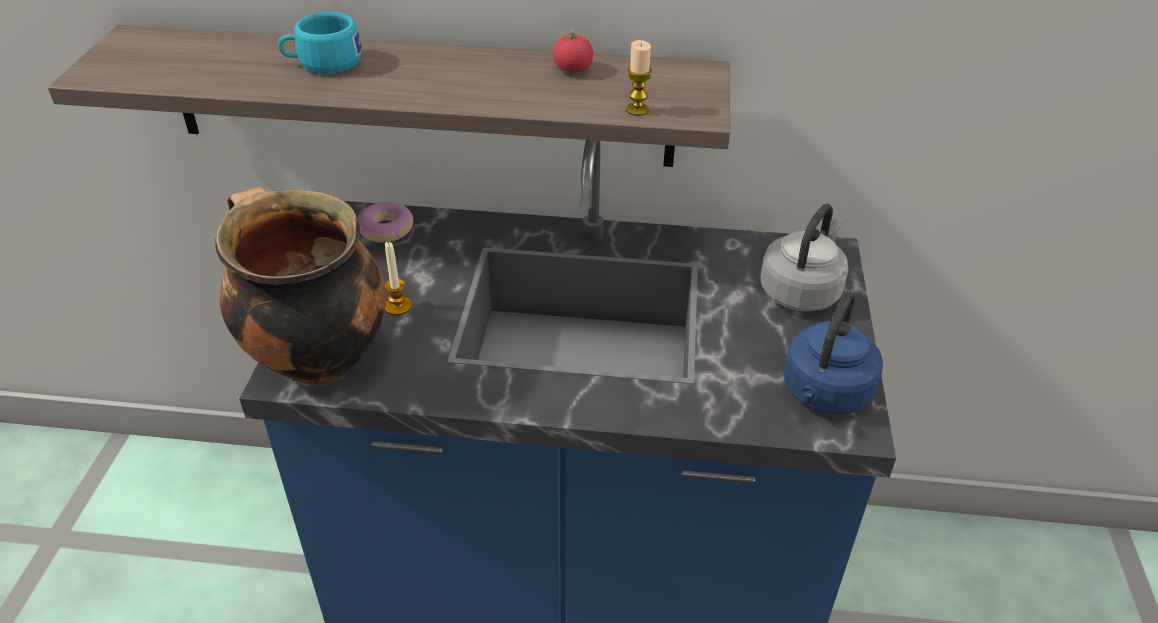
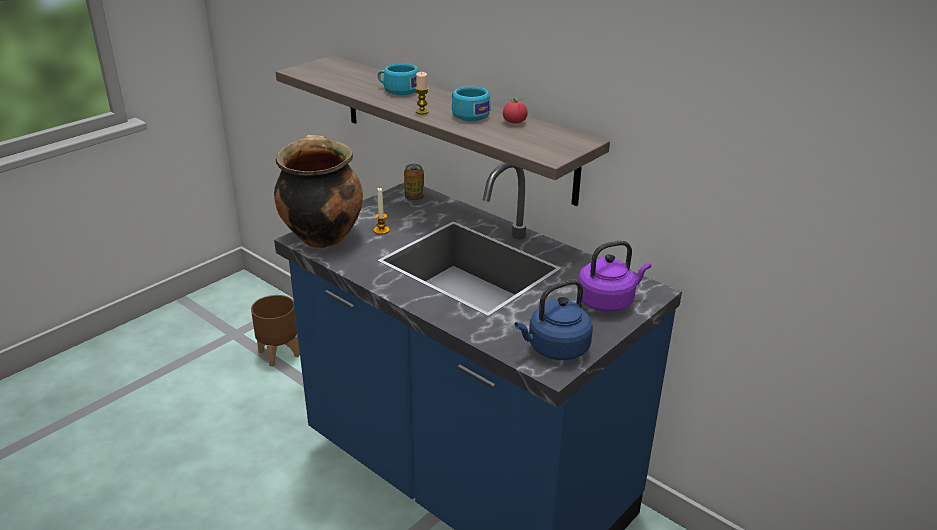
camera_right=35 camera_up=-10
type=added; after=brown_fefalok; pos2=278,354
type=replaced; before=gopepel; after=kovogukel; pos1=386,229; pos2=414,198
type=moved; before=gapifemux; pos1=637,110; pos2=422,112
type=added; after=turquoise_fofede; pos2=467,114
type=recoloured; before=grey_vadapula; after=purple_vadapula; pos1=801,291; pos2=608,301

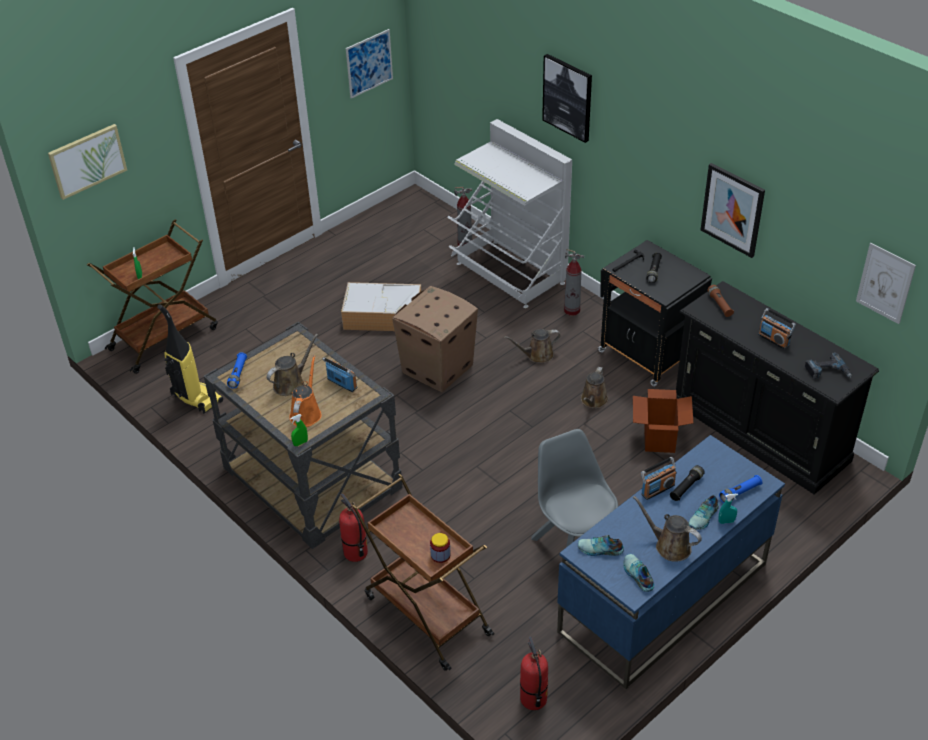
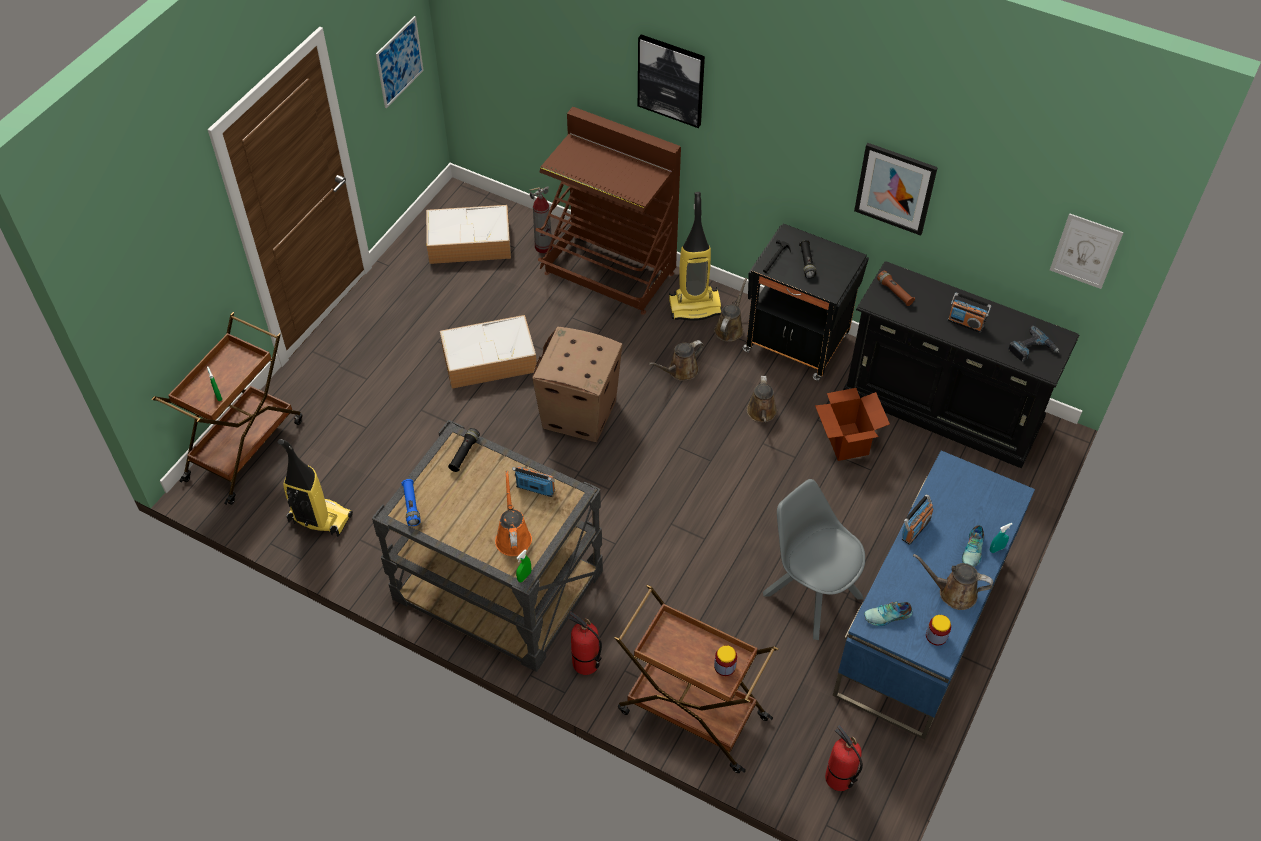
camera_right=-20 camera_up=10
type=added; after=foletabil; pos2=470,242
type=moved; before=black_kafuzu; pos1=686,487; pos2=464,454
type=recoloured; before=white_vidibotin; after=brown_vidibotin; pos1=507,275; pos2=606,276
type=replaced; before=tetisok; after=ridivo; pos1=572,310; pos2=695,306
type=moved; before=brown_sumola; pos1=291,383; pos2=730,328
type=replaced; before=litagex; after=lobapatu; pos1=637,575; pos2=936,636
type=removed; before=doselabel; pos1=87,160
type=removed; before=blue_kafuzu; pos1=740,493

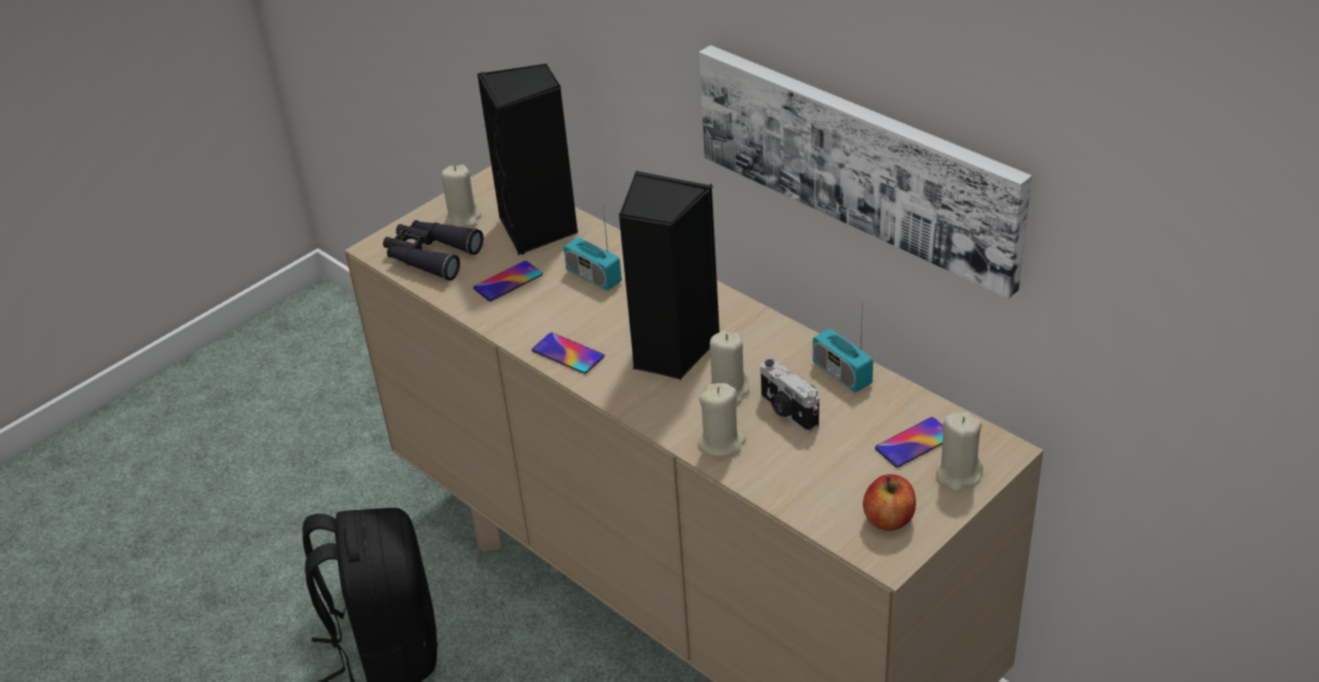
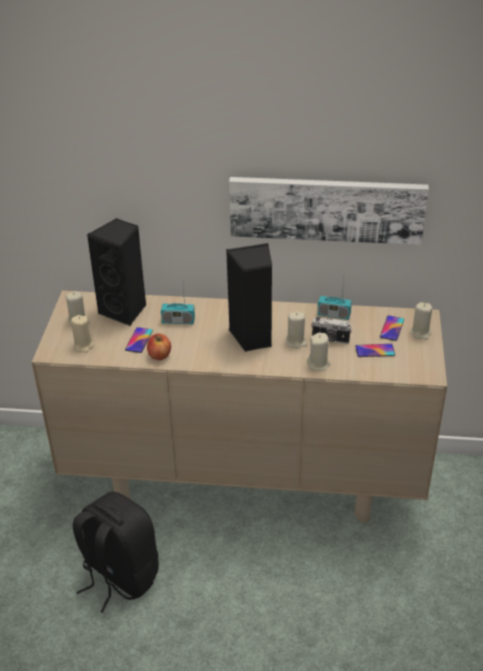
camera_right=-40 camera_up=0
type=replaced; before=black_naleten; after=beige_gapifemux; pos1=430,256; pos2=83,345
type=moved; before=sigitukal; pos1=889,519; pos2=159,355
type=moved; before=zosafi; pos1=568,354; pos2=375,351

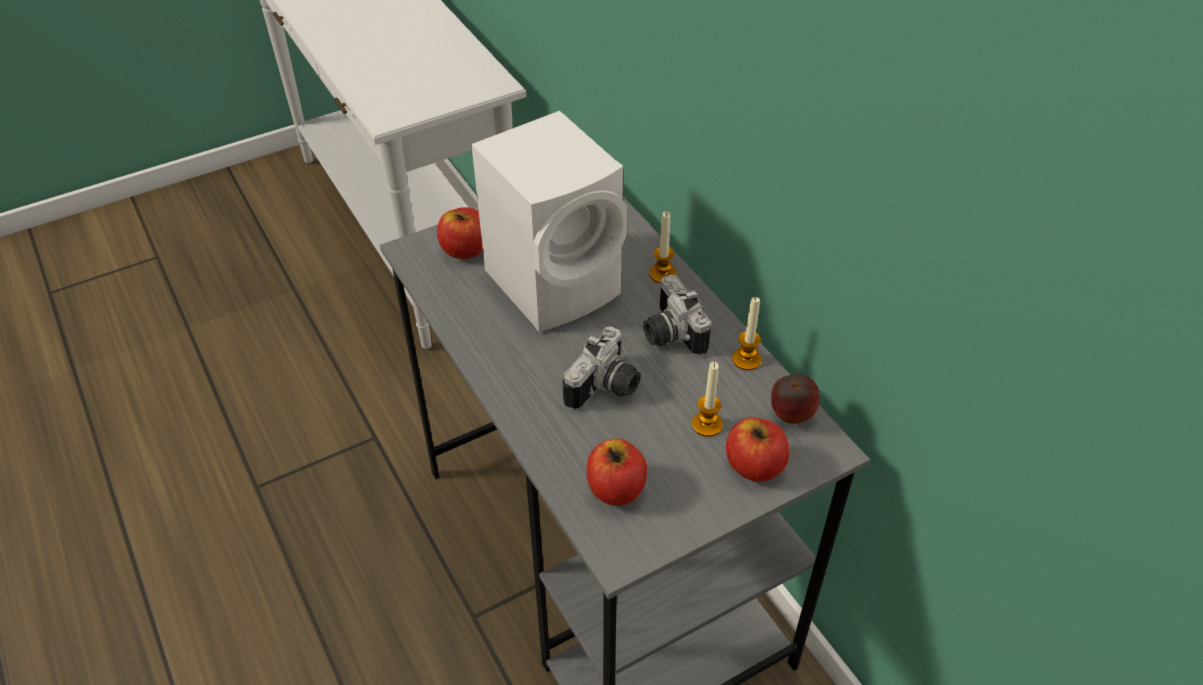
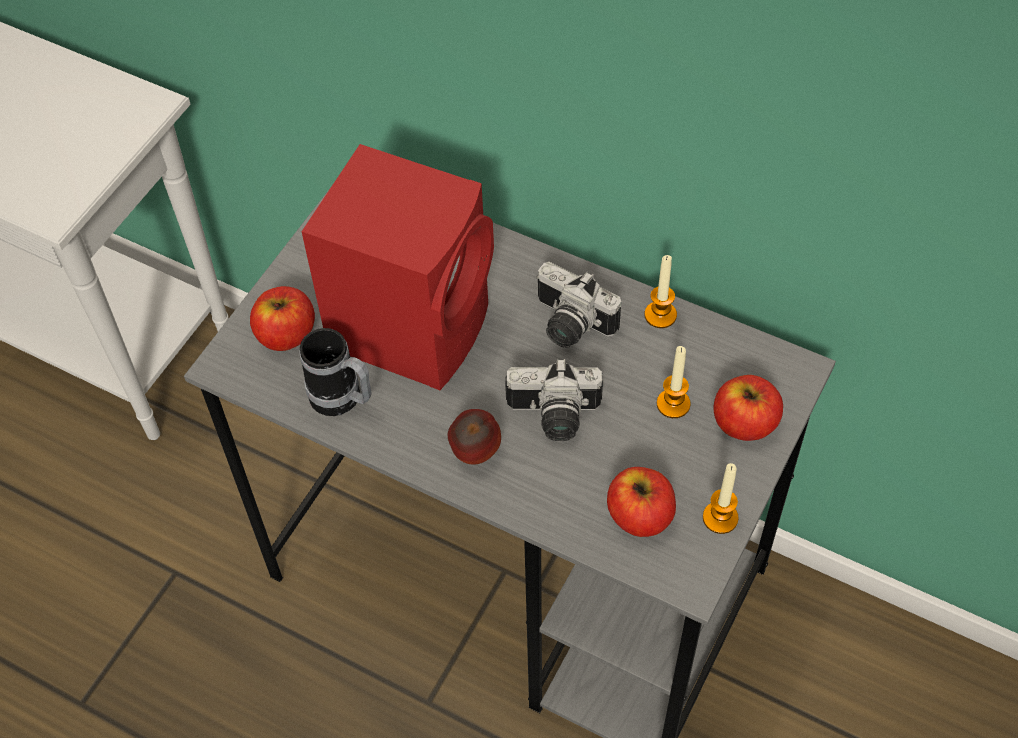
camera_right=-30 camera_up=10
type=added; after=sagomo; pos2=343,400
type=recoloured; before=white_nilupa; after=red_nilupa; pos1=557,282; pos2=413,323
type=moved; before=sigitukal; pos1=790,417; pos2=475,453
type=turned; before=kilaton; pos1=606,389; pos2=553,417; turn=90
type=moved; before=gapifemux; pos1=662,274; pos2=720,518

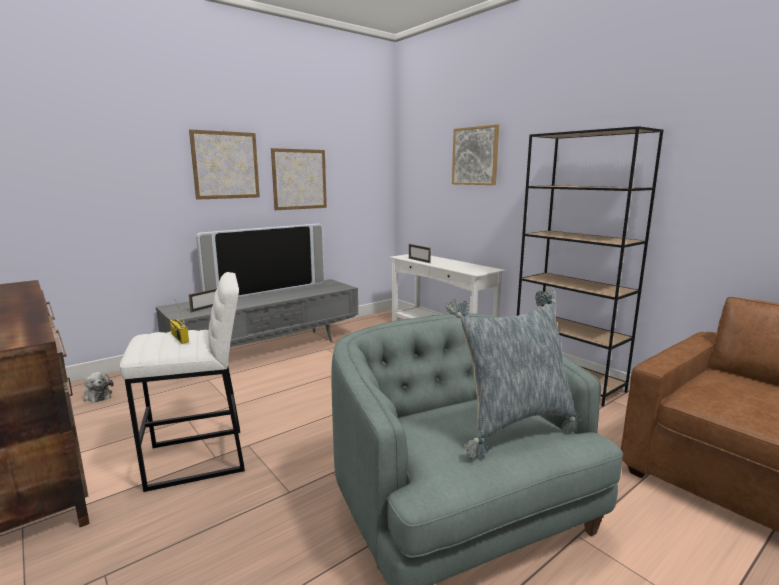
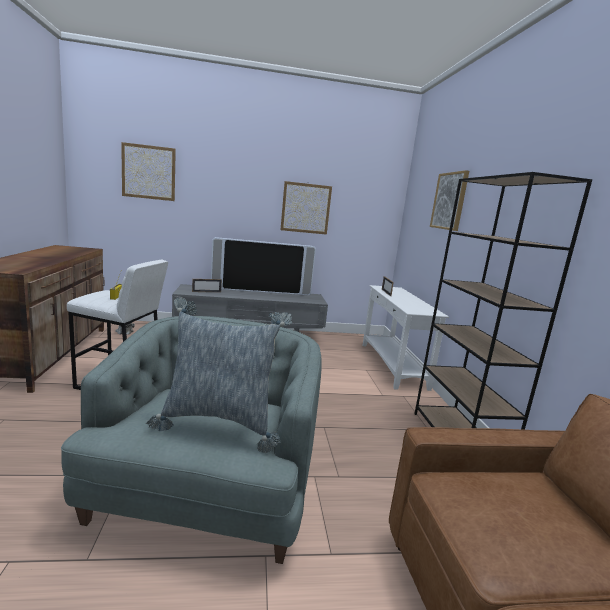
camera_right=30 camera_up=0
type=moved; before=doselabel; pos1=225,164; pos2=148,171

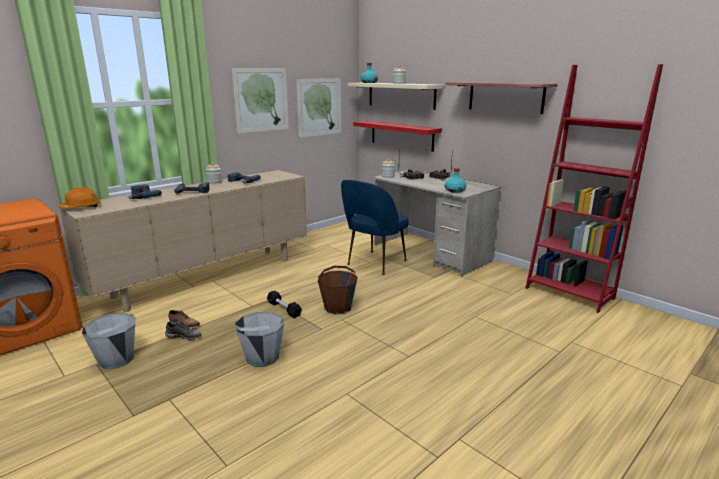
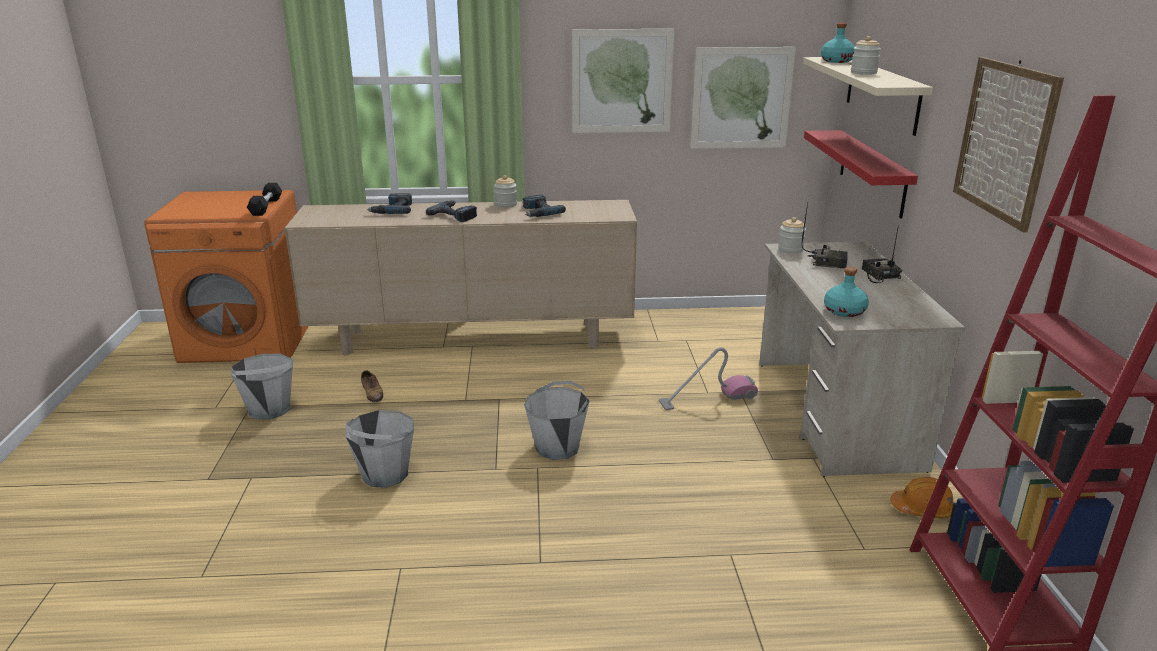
camera_right=40 camera_up=5
type=moved; before=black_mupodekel; pos1=284,309; pos2=266,206
type=recoloured; before=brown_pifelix; after=grey_pifelix; pos1=338,307; pos2=558,447
type=replaced; before=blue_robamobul; after=ridivo; pos1=374,264; pos2=708,399
type=moved; before=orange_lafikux; pos1=81,207; pos2=923,509
type=replaced; before=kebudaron; after=doselabel; pos1=505,97; pos2=1005,138
type=removed; before=grey_litagex; pos1=184,336

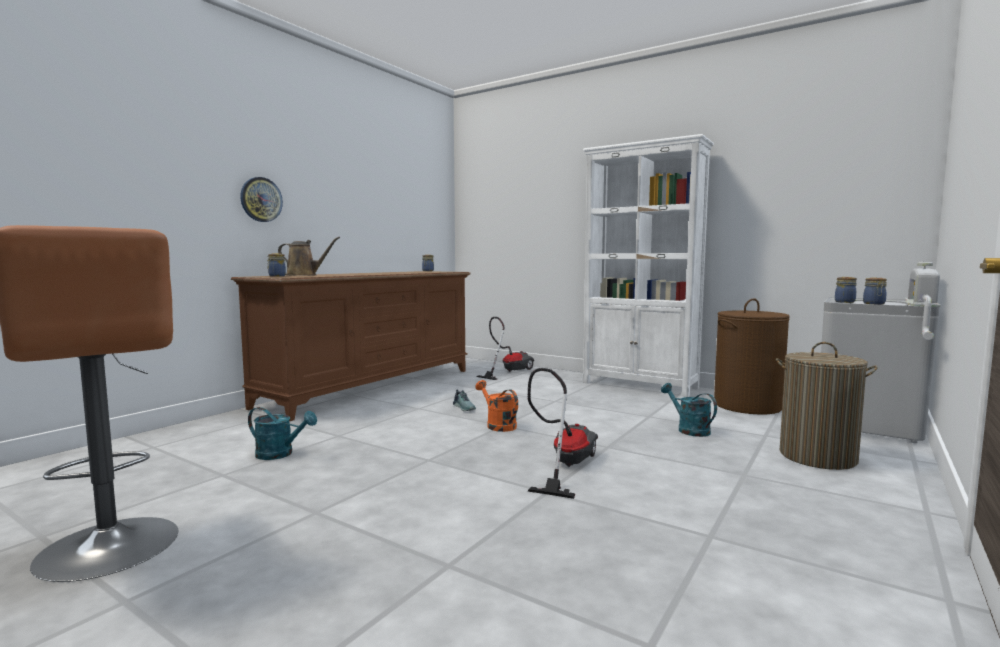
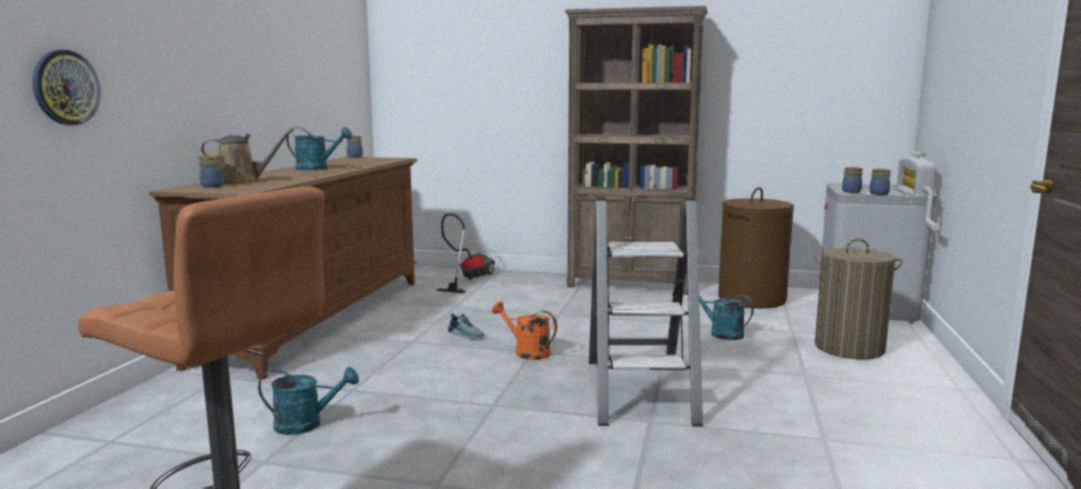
camera_right=-20 camera_up=5
type=moved; before=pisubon; pos1=261,199; pos2=65,87
type=added; after=turquoise_sumola; pos2=318,169
type=recoloured; before=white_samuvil; after=brown_samuvil; pos1=640,385; pos2=631,285
type=replaced; before=ridivo; after=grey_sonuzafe; pos1=564,465; pos2=639,389

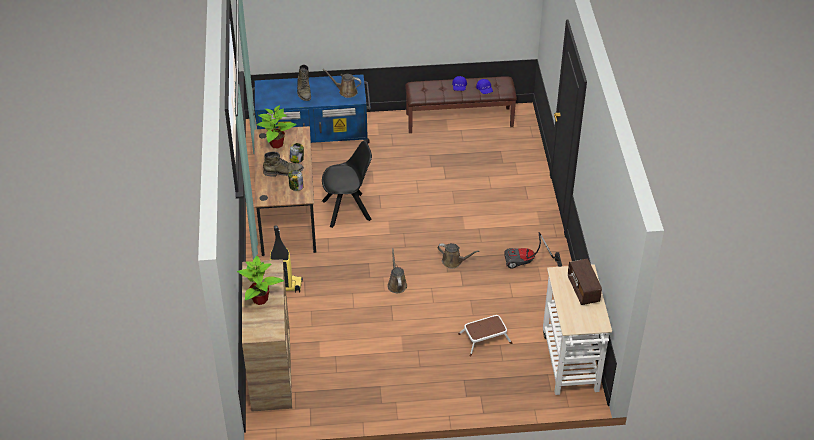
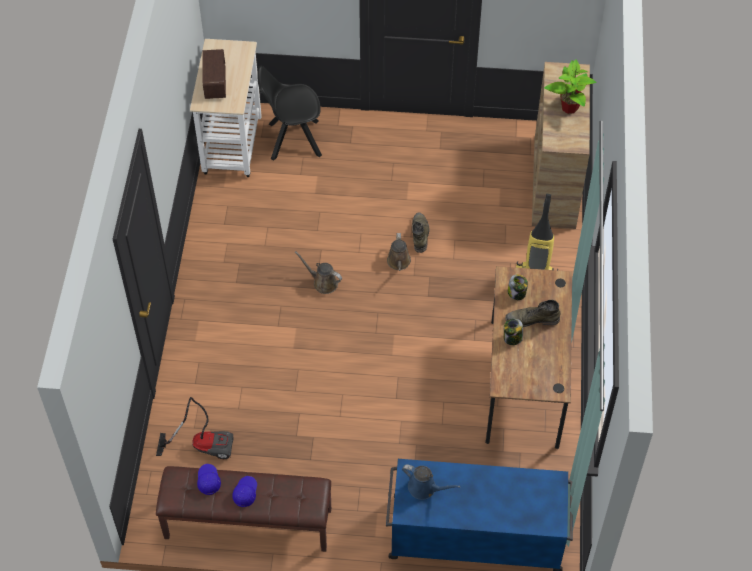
camera_right=-170 camera_up=10
type=moved; before=ridivo; pos1=527,263; pos2=203,445
type=moved; before=black_robamobul; pos1=348,210; pos2=292,140
type=recoloured; before=brown_sumola; after=blue_sumola; pos1=346,91; pos2=425,488
type=moved; before=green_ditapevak; pos1=304,91; pos2=420,234
type=removed; before=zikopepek; pos1=276,144
type=removed; before=brown_sonuzafe; pos1=484,338

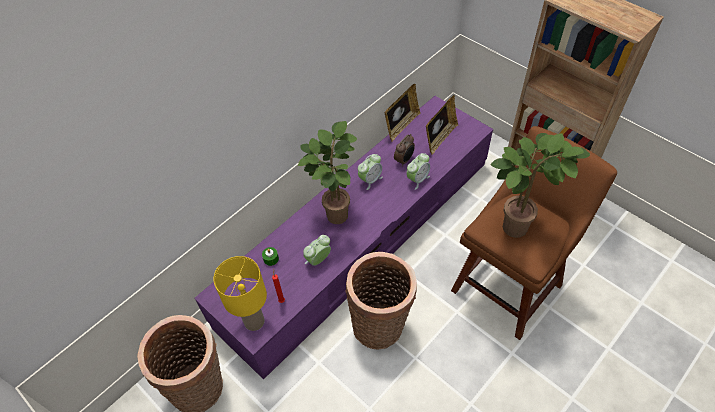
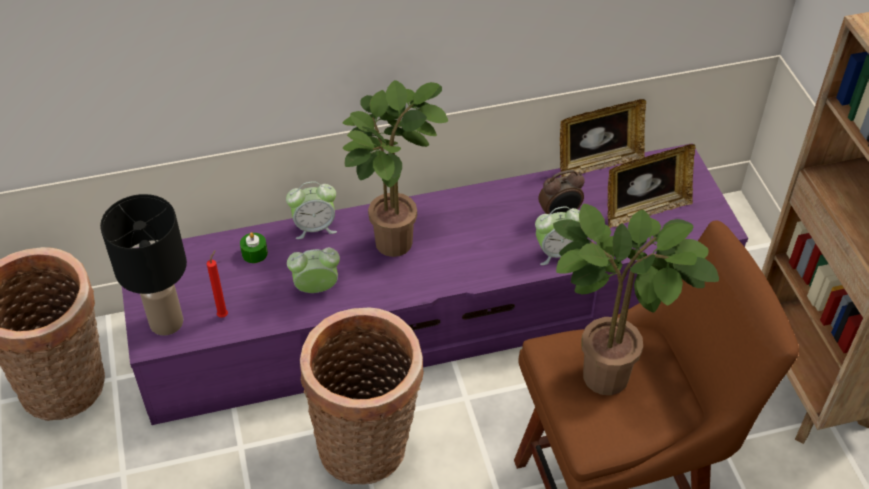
camera_right=30 camera_up=-5
type=recoloured; before=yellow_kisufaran; after=black_kisufaran; pos1=254,321; pos2=166,321
type=moved; before=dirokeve; pos1=370,180; pos2=314,227

